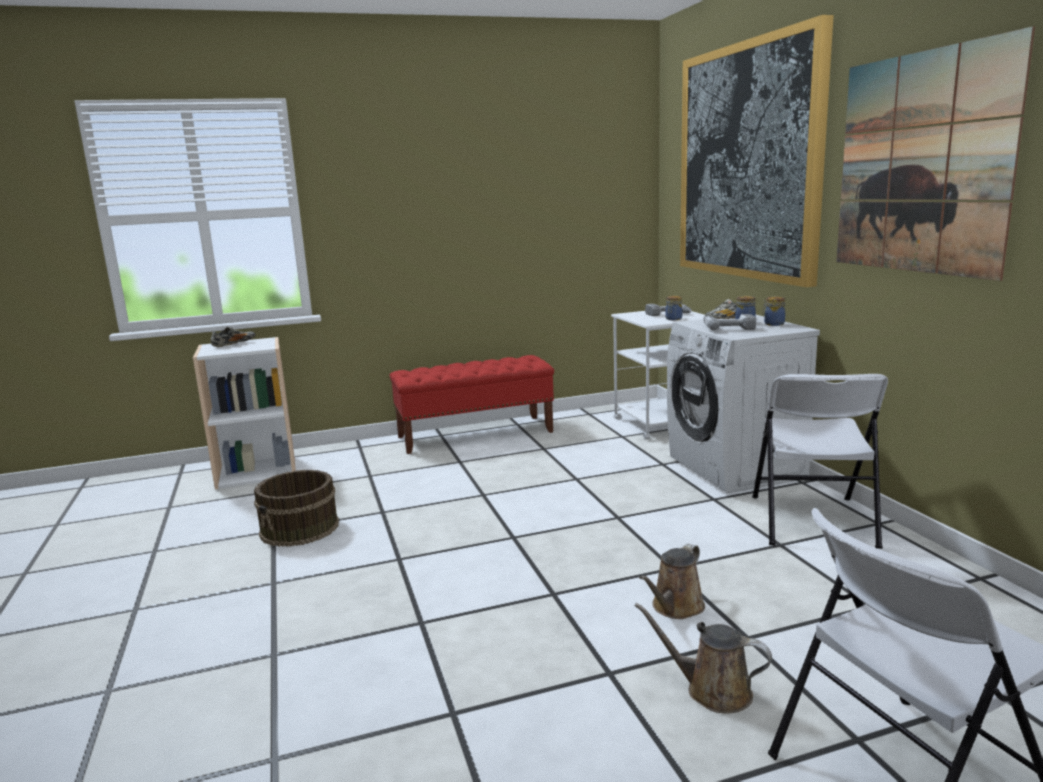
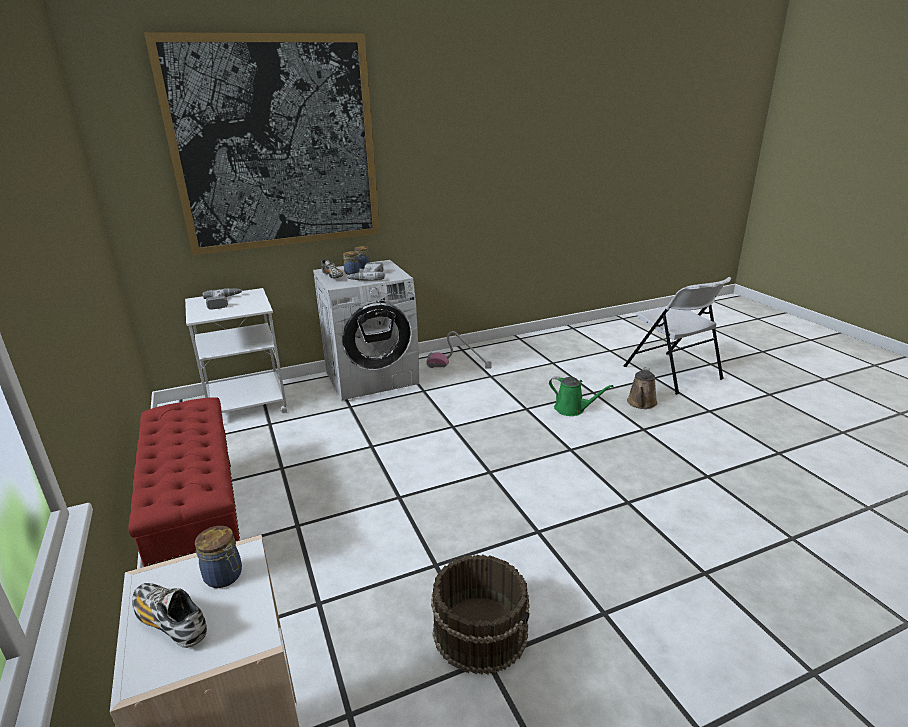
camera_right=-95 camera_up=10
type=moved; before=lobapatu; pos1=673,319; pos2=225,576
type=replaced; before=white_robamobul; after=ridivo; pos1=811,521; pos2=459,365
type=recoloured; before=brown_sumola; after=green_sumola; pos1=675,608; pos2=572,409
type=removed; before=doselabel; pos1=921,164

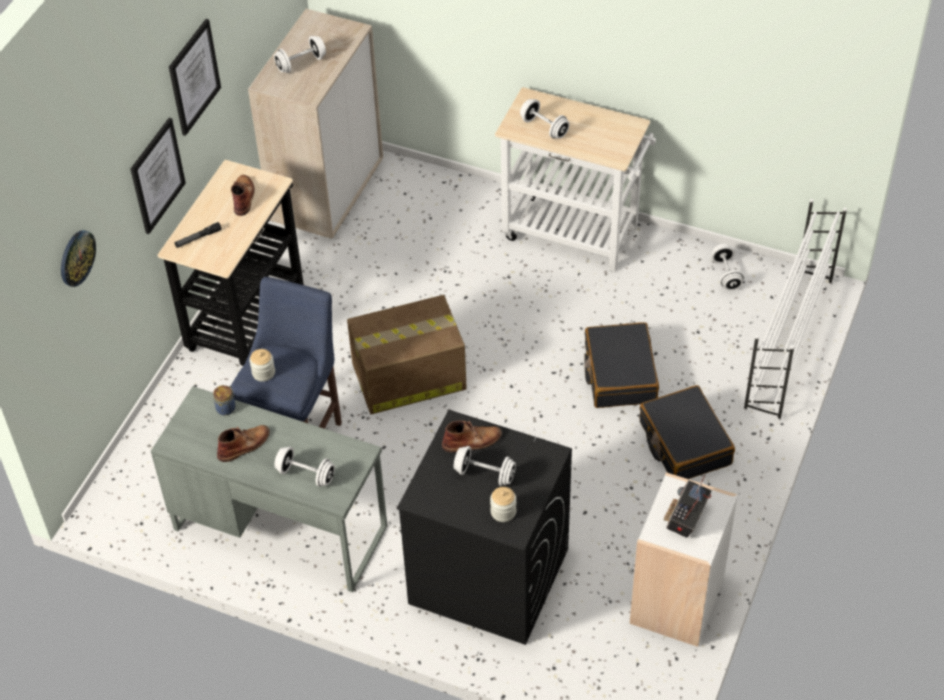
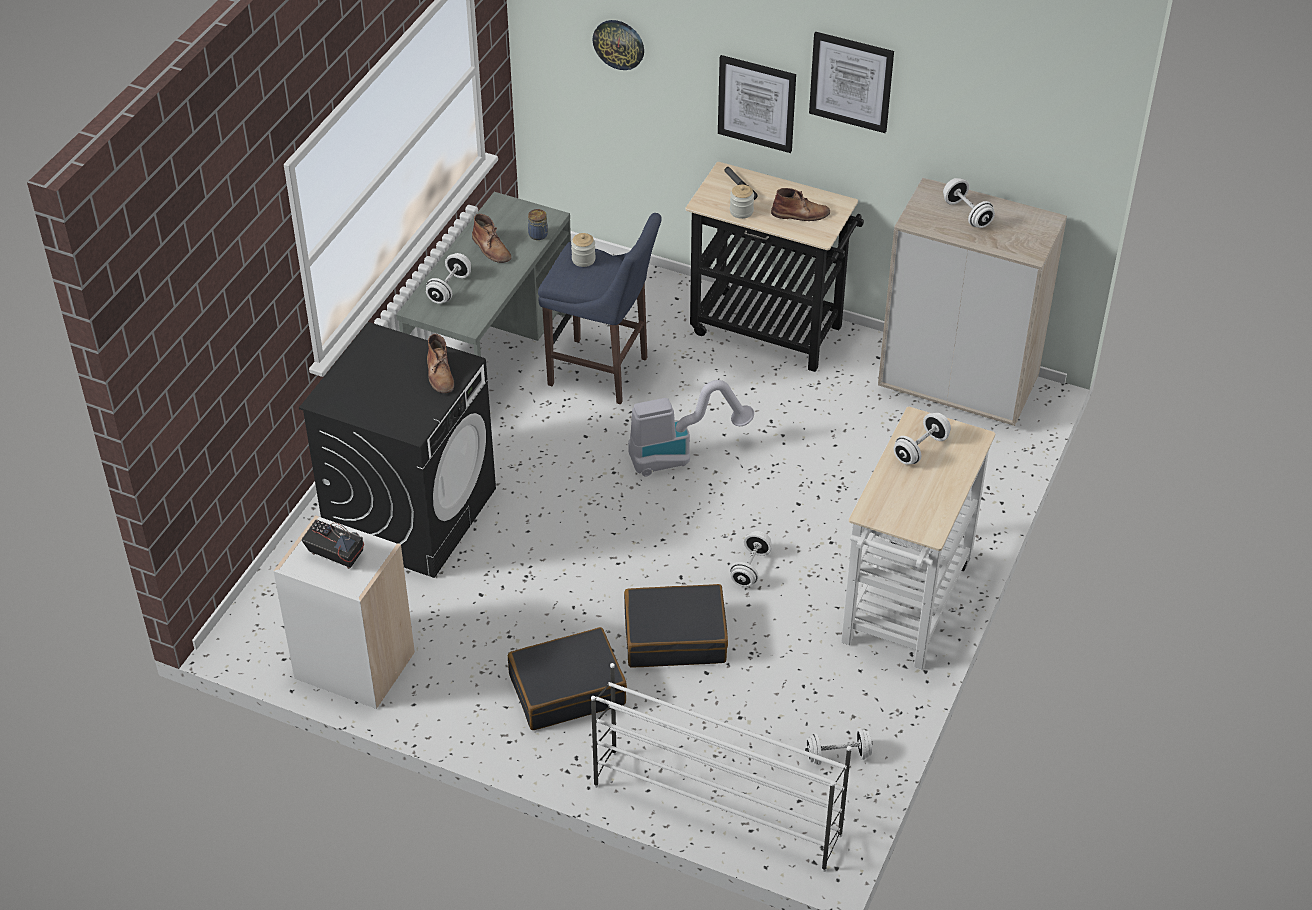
camera_right=90 camera_up=-5
type=replaced; before=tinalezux; after=ridivo; pos1=407,377; pos2=680,454
type=moved; before=lobapatu; pos1=503,512; pos2=741,211
type=moved; before=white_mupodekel; pos1=485,474; pos2=750,568

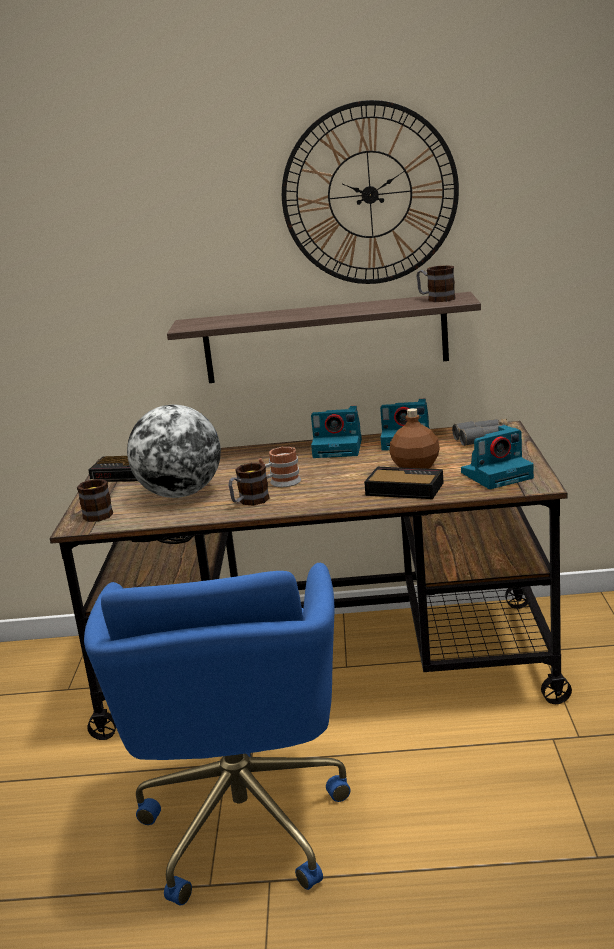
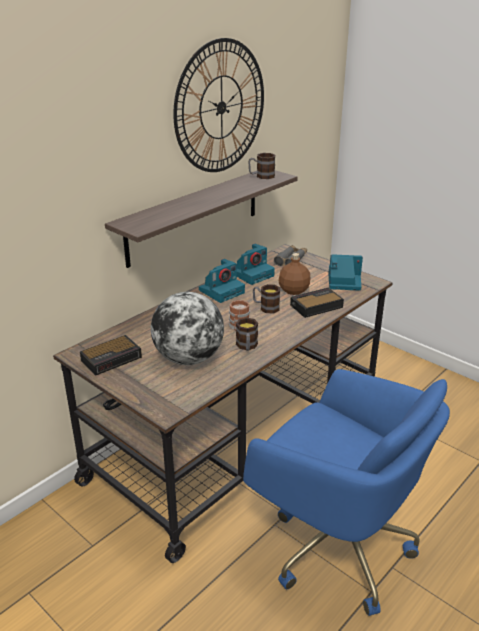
camera_right=-50 camera_up=10
type=moved; before=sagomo; pos1=97,513; pos2=265,307
type=turned; before=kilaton; pos1=497,475; pos2=343,282; turn=-105

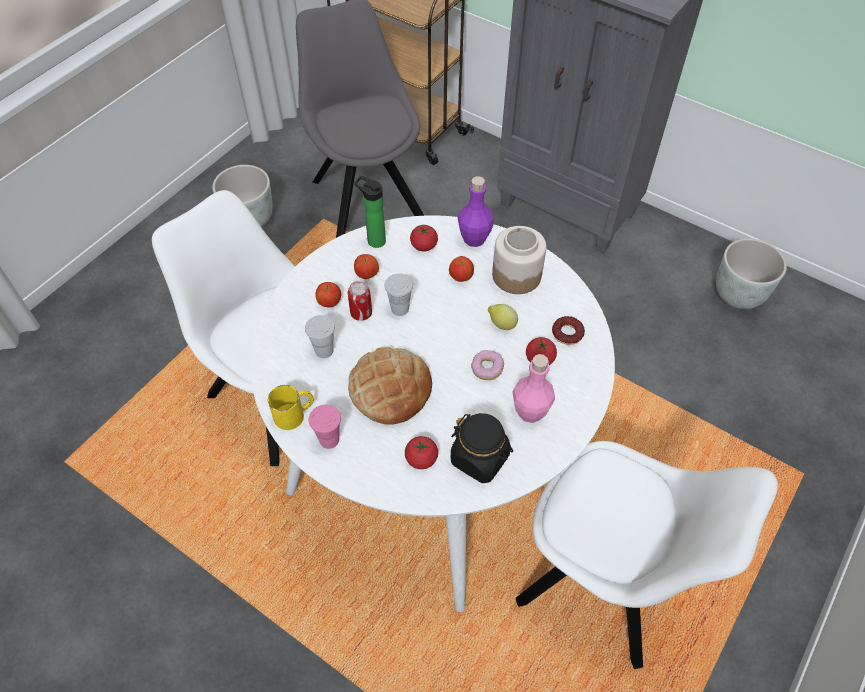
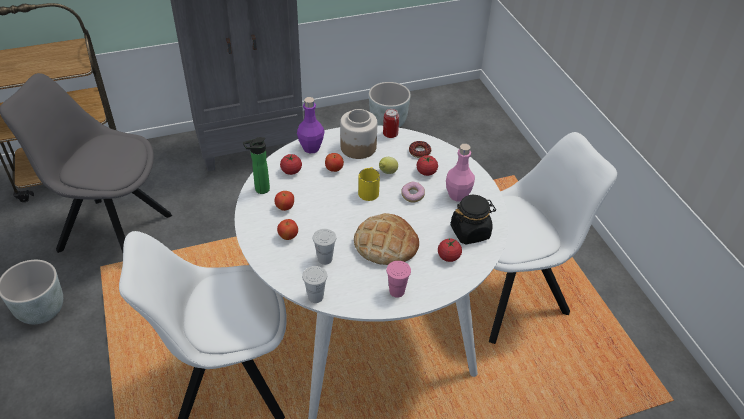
camera_right=-55 camera_up=-10
type=moved; before=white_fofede; pos1=400,309; pos2=315,297
type=moved; before=yellow_sagomo; pos1=295,414; pos2=369,190
type=moved; before=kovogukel; pos1=361,313; pos2=390,134

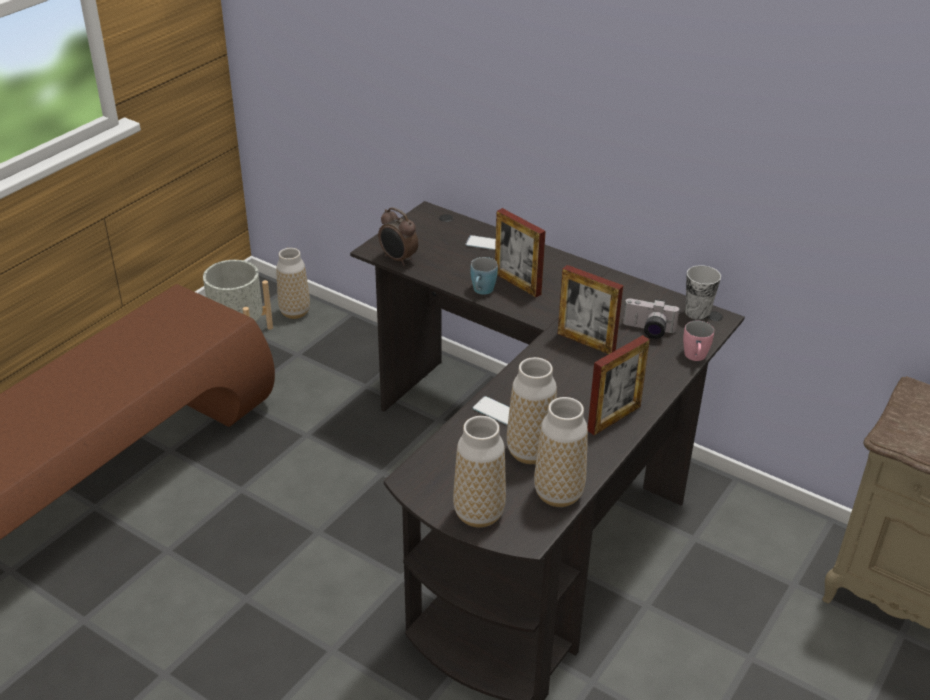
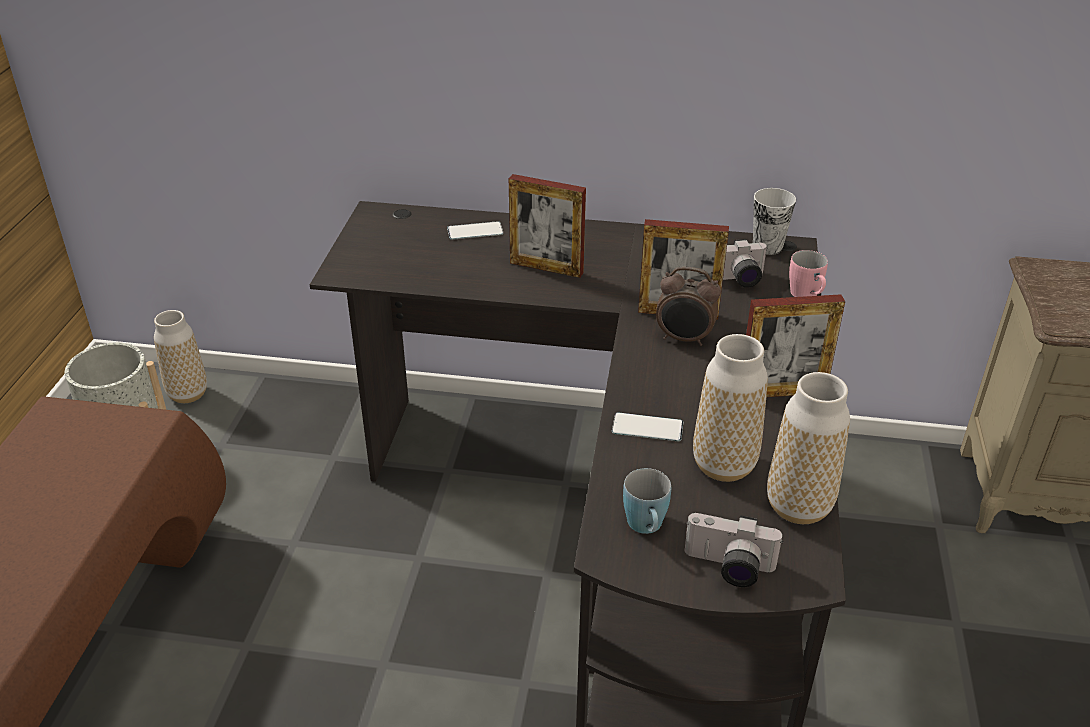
camera_right=-25 camera_up=0
type=moved; before=blue_sagomo; pos1=482,291; pos2=646,528
type=moved; before=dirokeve; pos1=398,259; pos2=684,339
type=replaced; before=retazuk; after=kilaton; pos1=478,514; pos2=728,568
type=turned; before=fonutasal; pos1=614,418; pos2=782,392; turn=60

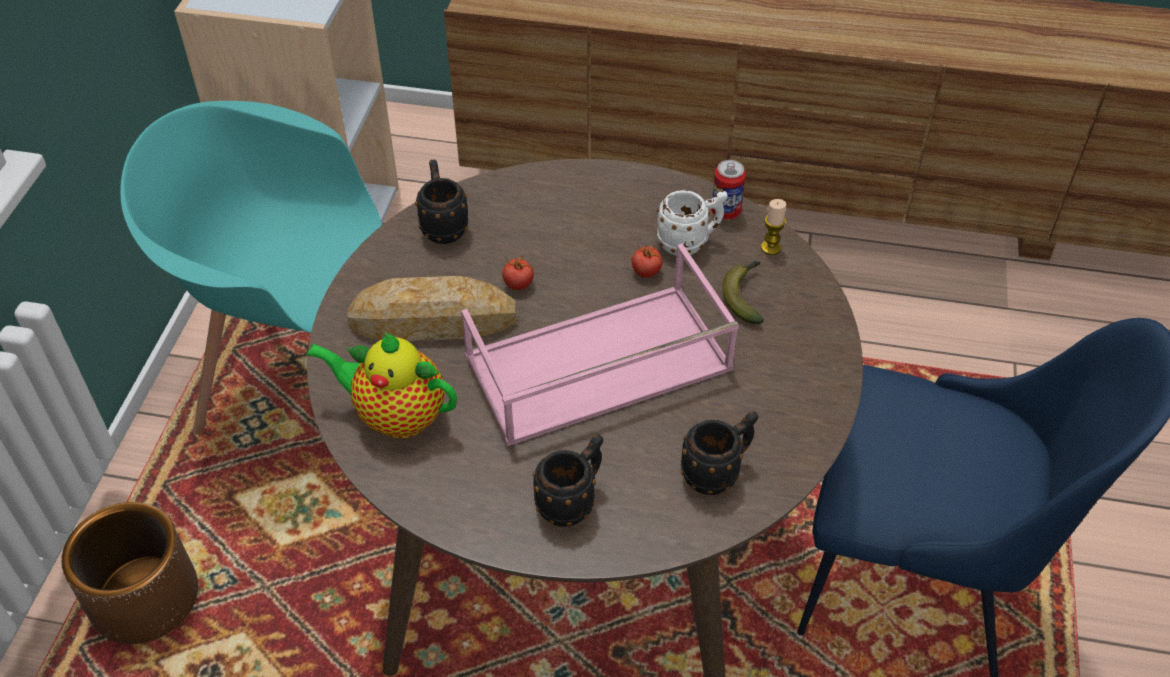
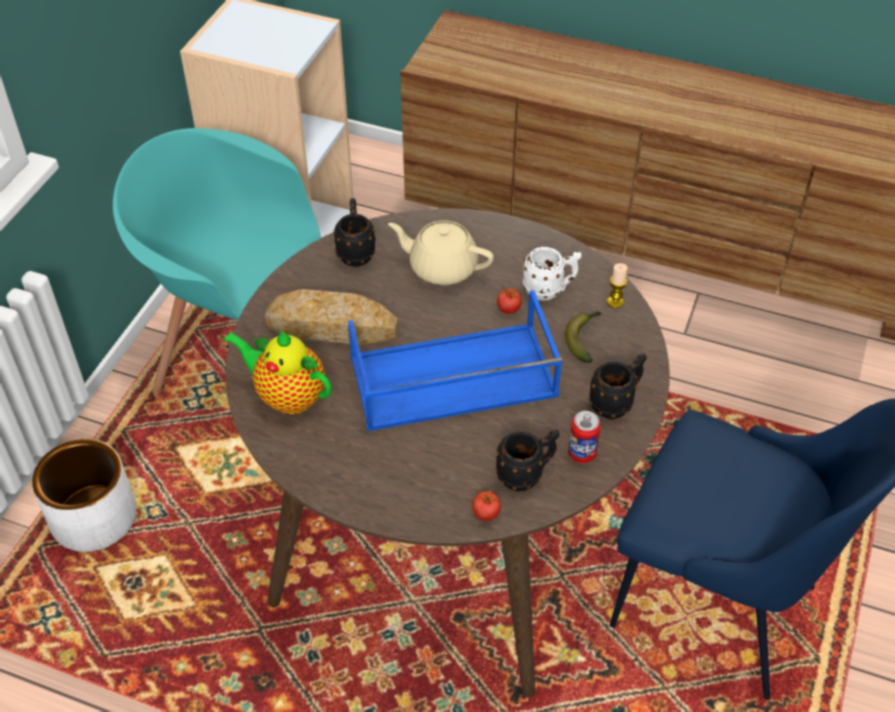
camera_right=10 camera_up=0
type=recoloured; before=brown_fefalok; after=white_fefalok; pos1=144,598; pos2=94,517
type=recoloured; before=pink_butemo; after=blue_butemo; pos1=596,366; pos2=451,379
type=added; after=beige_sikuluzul; pos2=442,267
type=moved; before=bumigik; pos1=518,284; pos2=486,513
type=moved; before=kovogukel; pos1=725,212; pos2=582,453
type=moved; before=black_sagomo; pos1=572,501; pos2=616,402

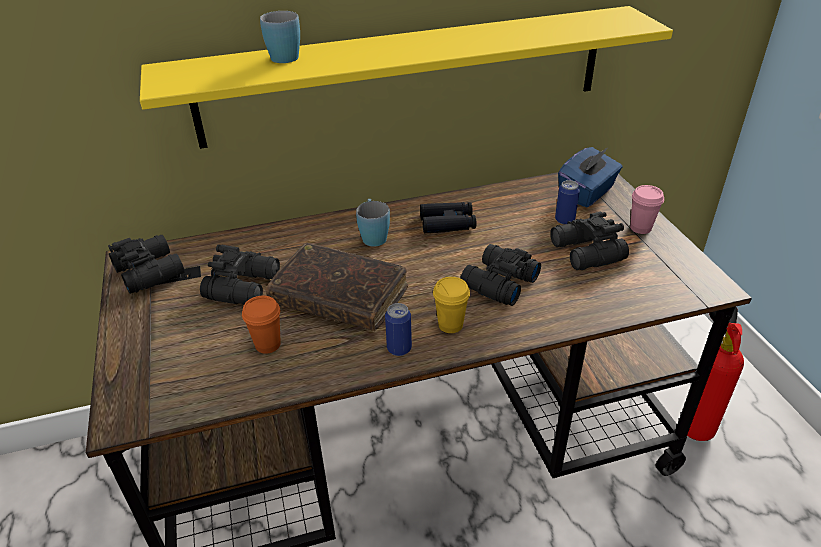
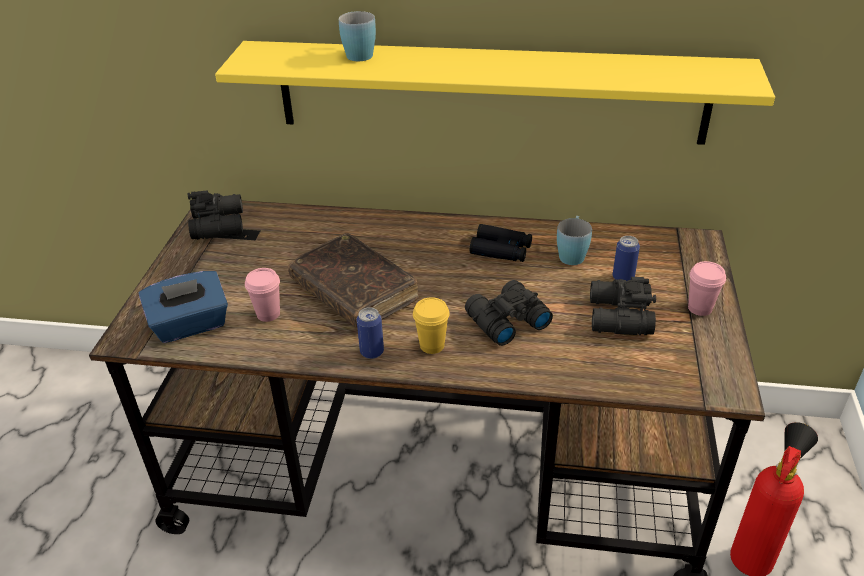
camera_right=25 camera_up=0
type=moved; before=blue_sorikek; pos1=587,193; pos2=190,325
type=recoloured; before=orange_fofede; after=pink_fofede; pos1=268,344; pos2=268,314
type=moved; before=blue_sagomo; pos1=373,235; pos2=572,253
type=removed; before=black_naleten; pos1=245,286

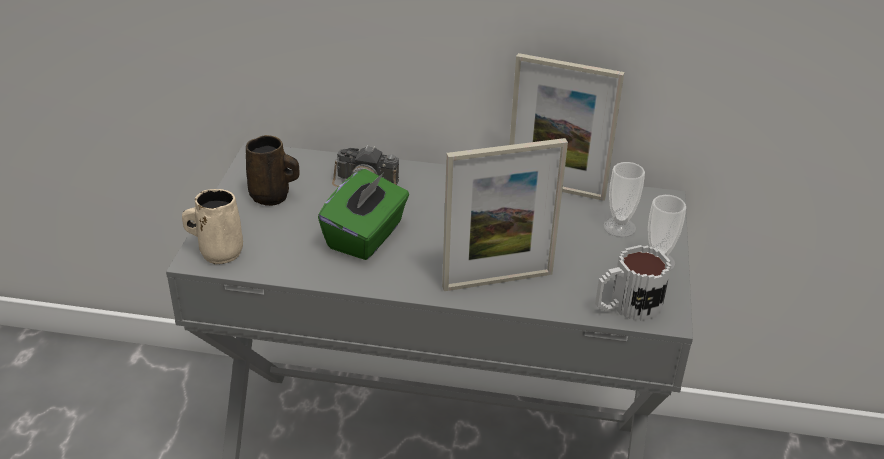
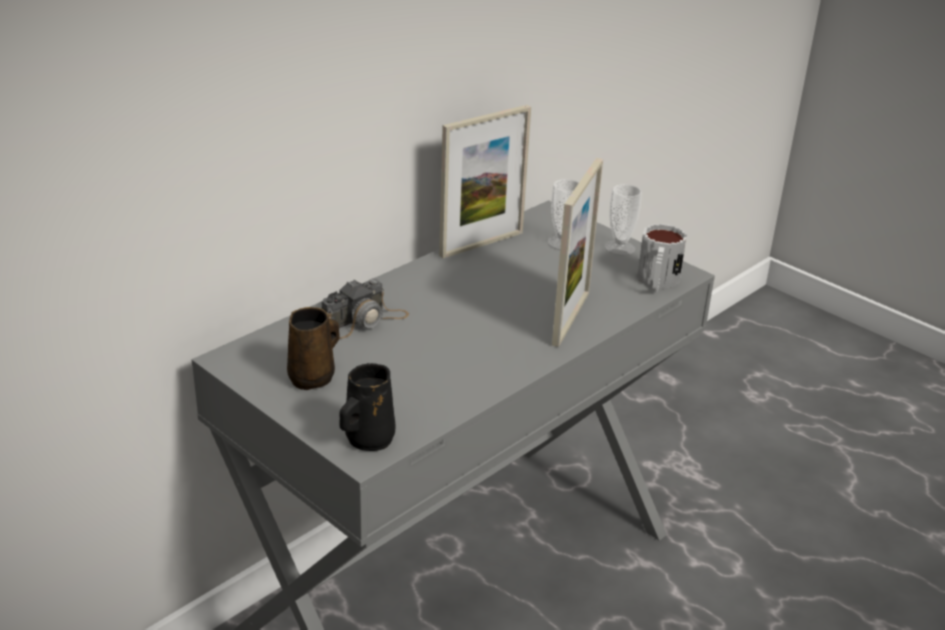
camera_right=-55 camera_up=-5
type=recoloured; before=beige_sagomo; after=black_sagomo; pos1=219,252; pos2=367,440
type=removed; before=green_sorikek; pos1=366,236

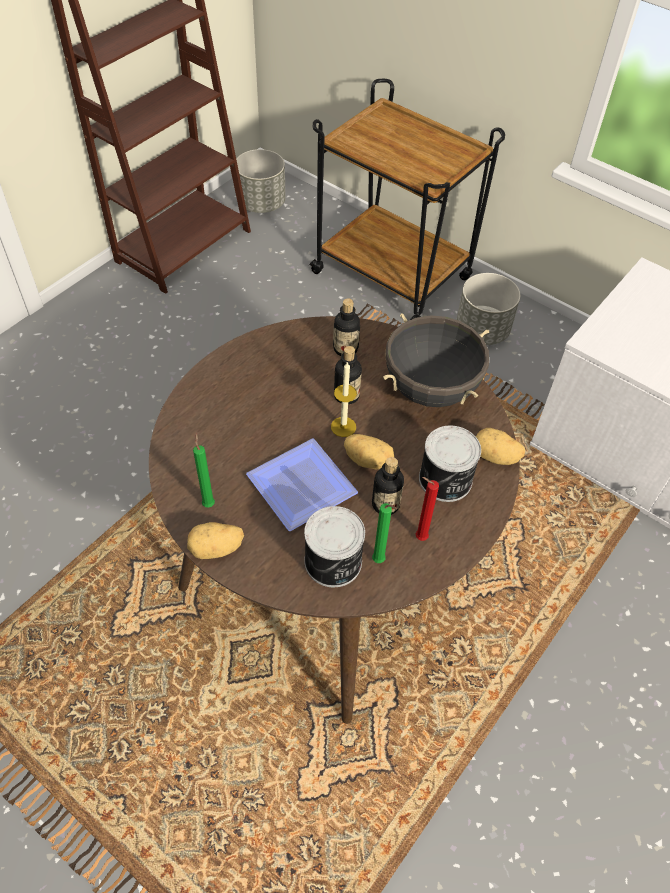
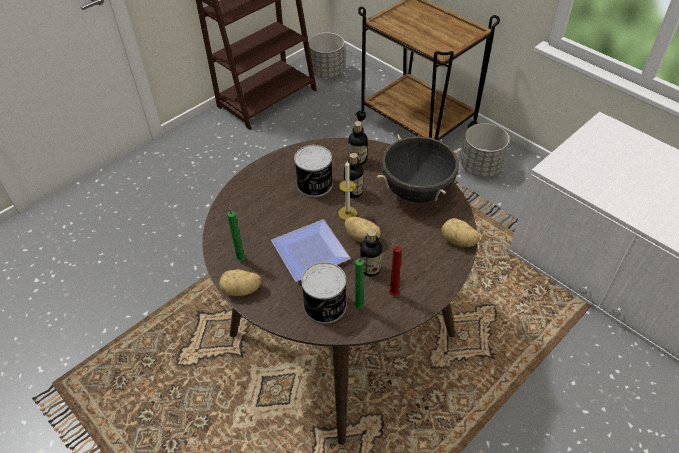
camera_right=10 camera_up=-5
type=moved; before=kovogukel; pos1=446,480; pos2=315,185

